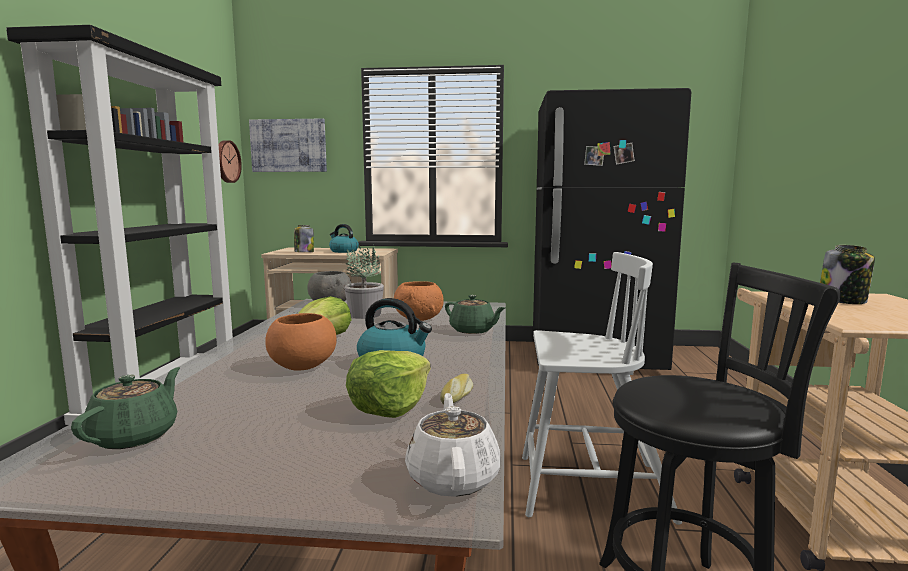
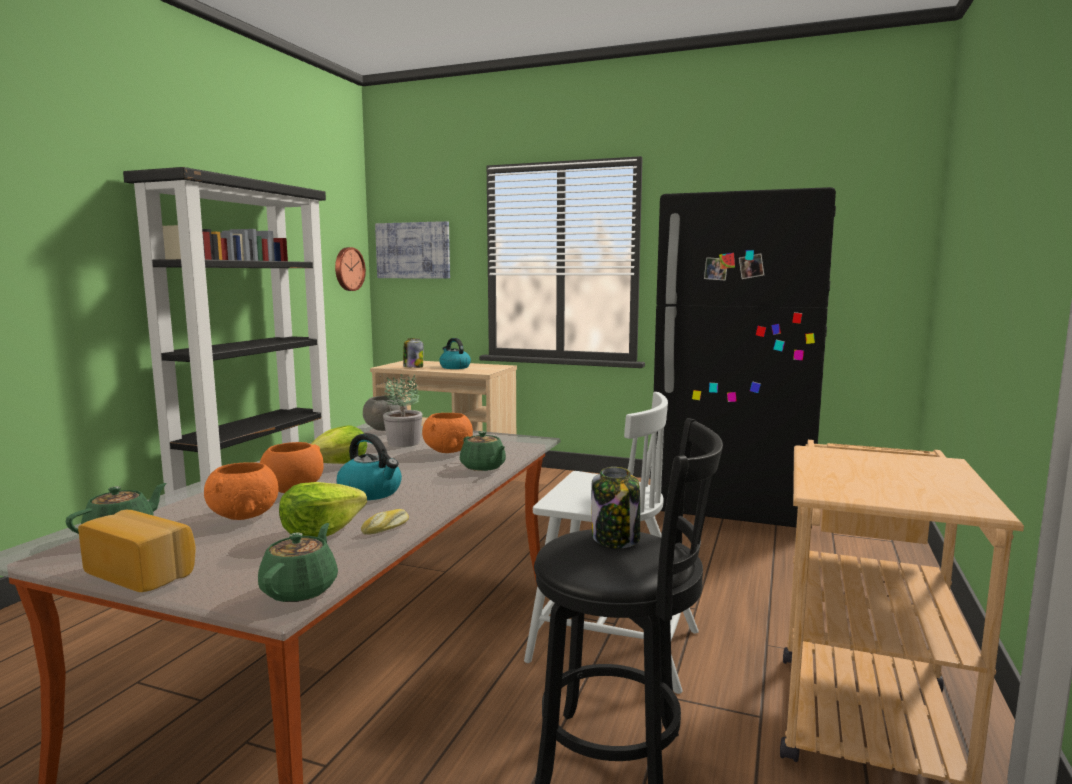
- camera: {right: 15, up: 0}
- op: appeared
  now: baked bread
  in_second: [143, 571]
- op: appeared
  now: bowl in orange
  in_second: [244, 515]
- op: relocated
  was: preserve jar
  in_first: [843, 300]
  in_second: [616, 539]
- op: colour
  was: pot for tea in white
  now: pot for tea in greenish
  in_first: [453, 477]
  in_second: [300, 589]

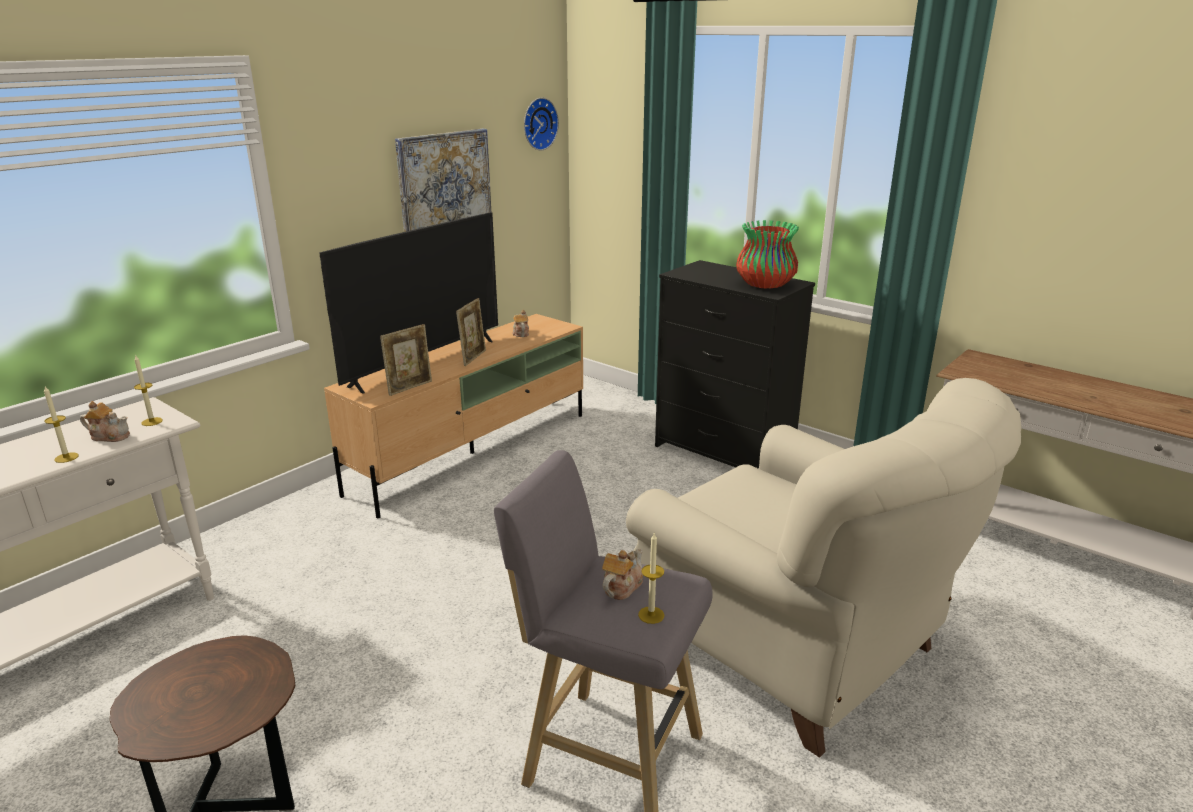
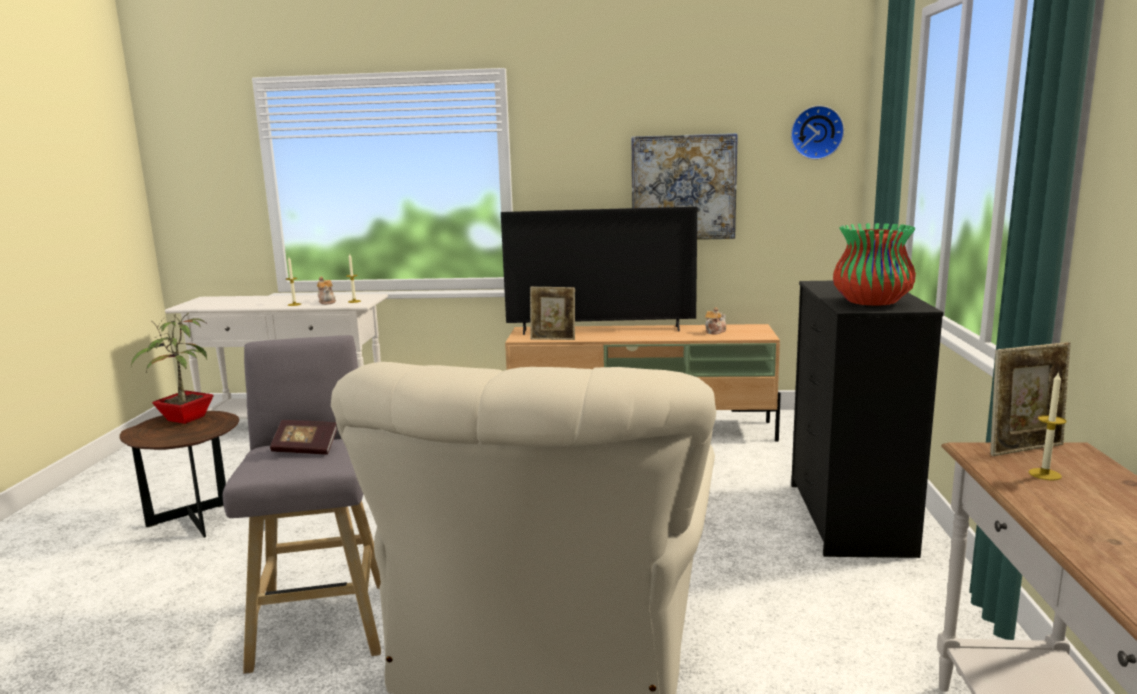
- camera: {right: 55, up: -10}
- op: appeared
  now: potted plant
  in_second: [184, 419]
- op: relocated
  was: picture frame
  in_first: [473, 357]
  in_second: [1024, 449]
- op: relocated
  was: wax candle
  in_first: [651, 615]
  in_second: [1044, 474]
- op: exchanged
  was: pot for tea
  now: volume
  in_first: [621, 587]
  in_second: [305, 449]

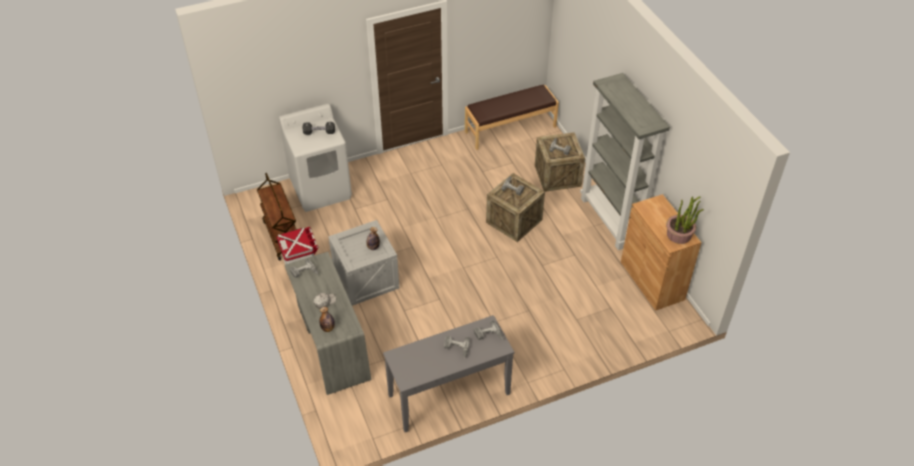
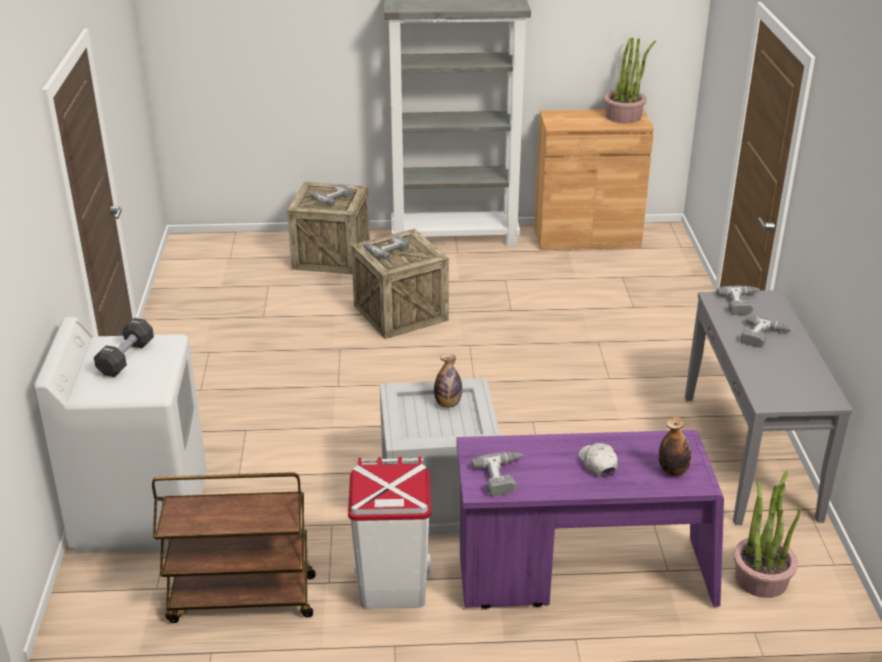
- camera: {right: -70, up: -15}
- op: missing
  was: bench in brown
  in_first: [510, 129]
- op: appeared
  now: potted plant
  in_second: [761, 578]
- op: colour
  was: desk in grey
  now: desk in purplish
  in_first: [331, 342]
  in_second: [583, 577]

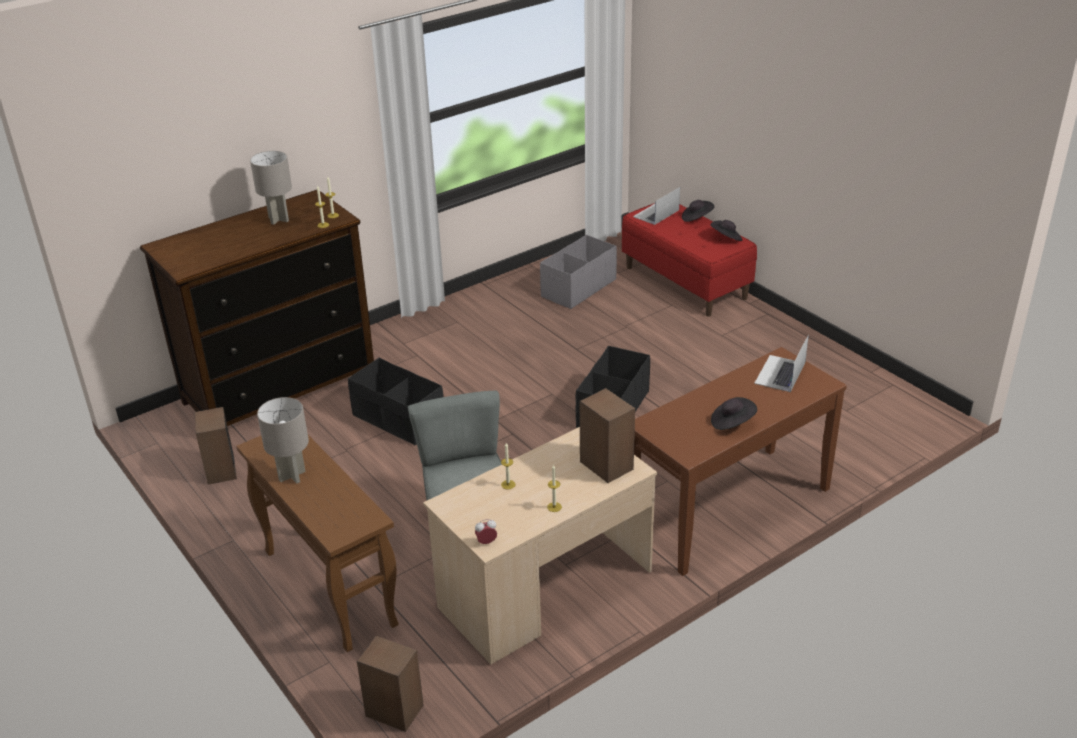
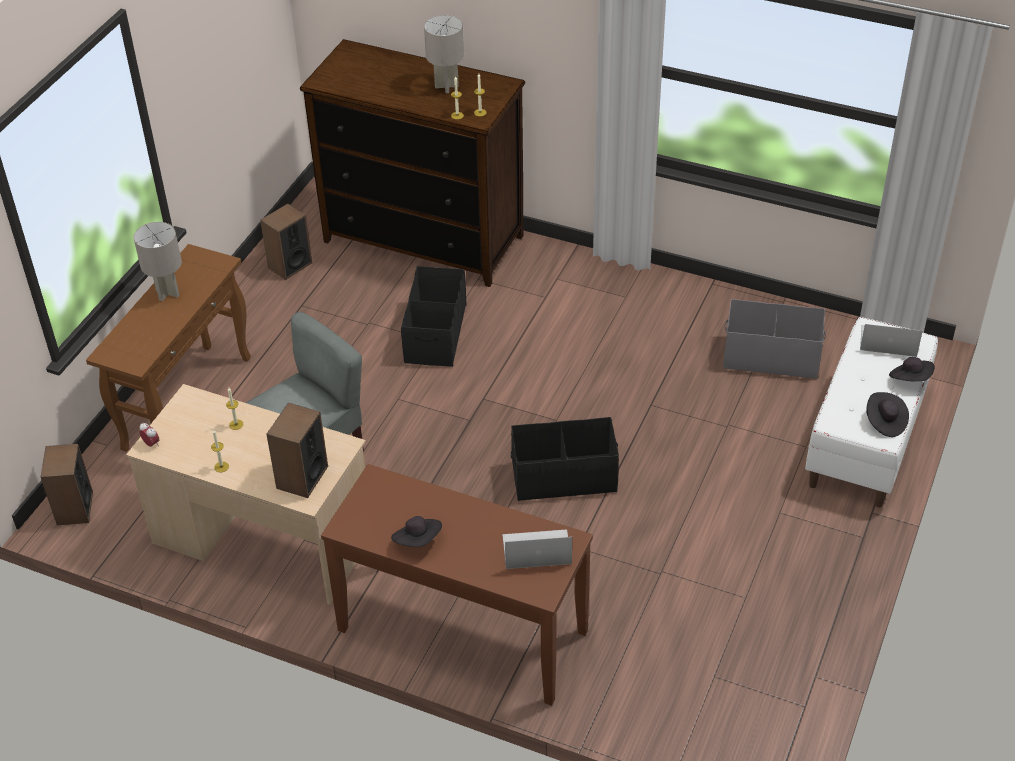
- camera: {right: 60, up: 10}
- op: colour
  was: bench in red
  now: bench in white
  in_first: [686, 282]
  in_second: [866, 440]

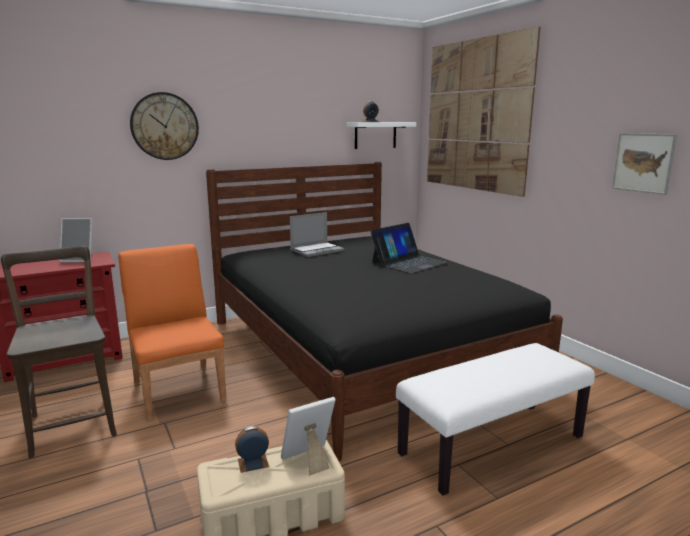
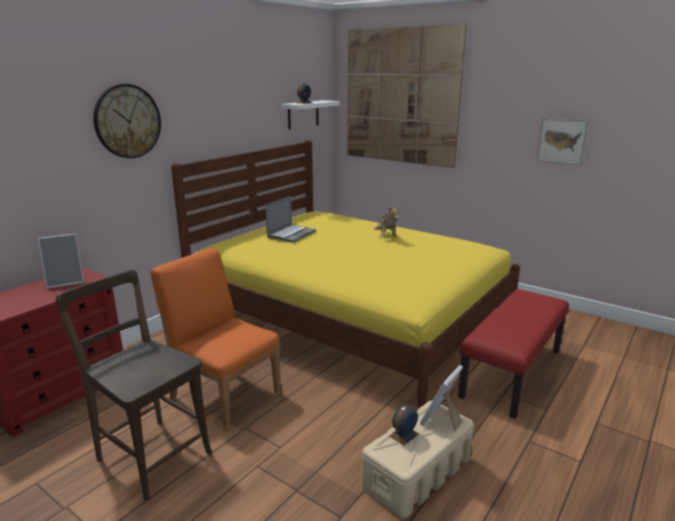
- camera: {right: -25, up: 5}
- op: exchanged
  was: laptop
  now: cuddly toy
  in_first: [408, 263]
  in_second: [386, 236]
- op: colour
  was: bed in black-coloured
  now: bed in yellow
  in_first: [363, 350]
  in_second: [351, 319]
- op: colour
  was: bench in white
  now: bench in red
  in_first: [491, 444]
  in_second: [511, 373]

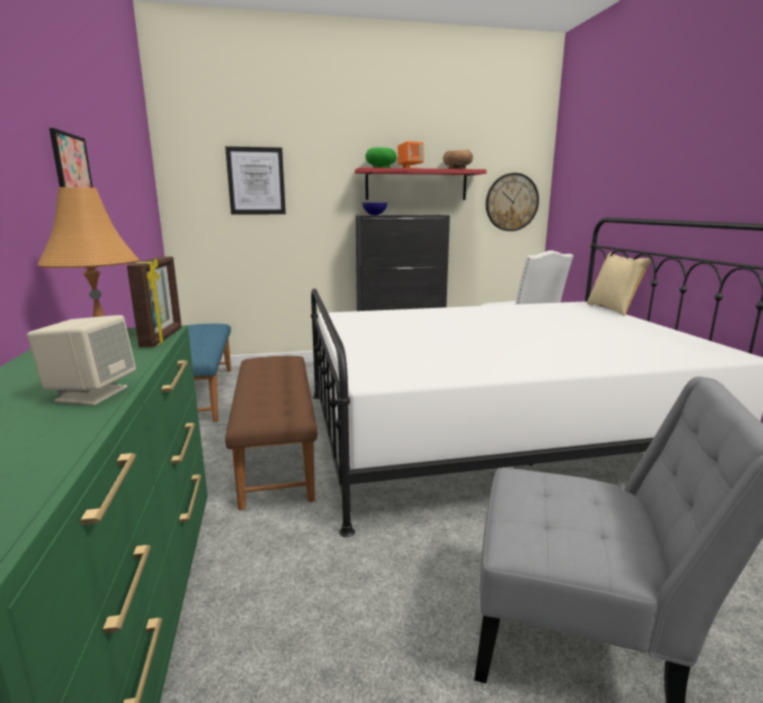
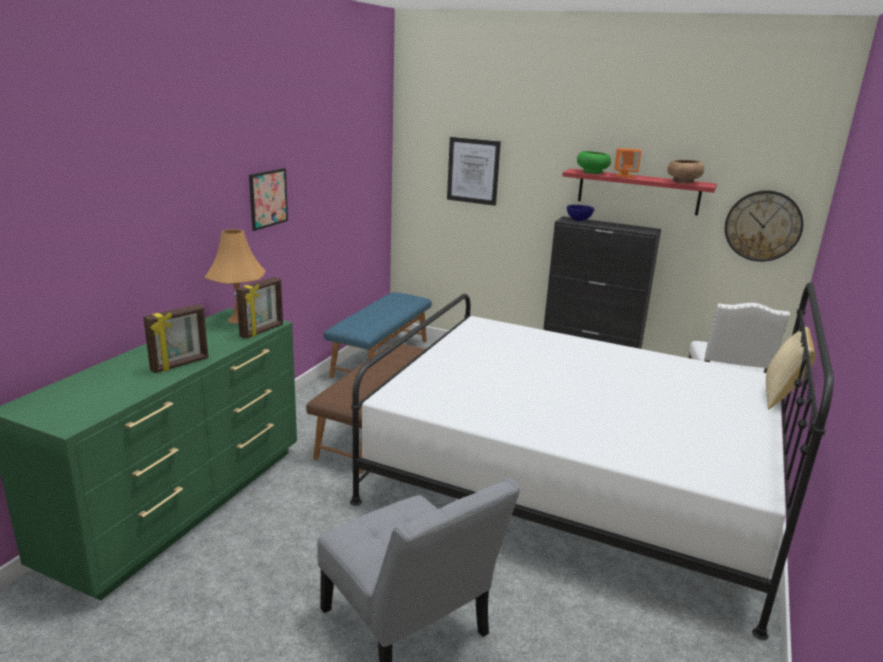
- camera: {right: 35, up: 5}
- op: exchanged
  was: loudspeaker in sand-coloured
  now: picture frame
  in_first: [91, 394]
  in_second: [180, 365]

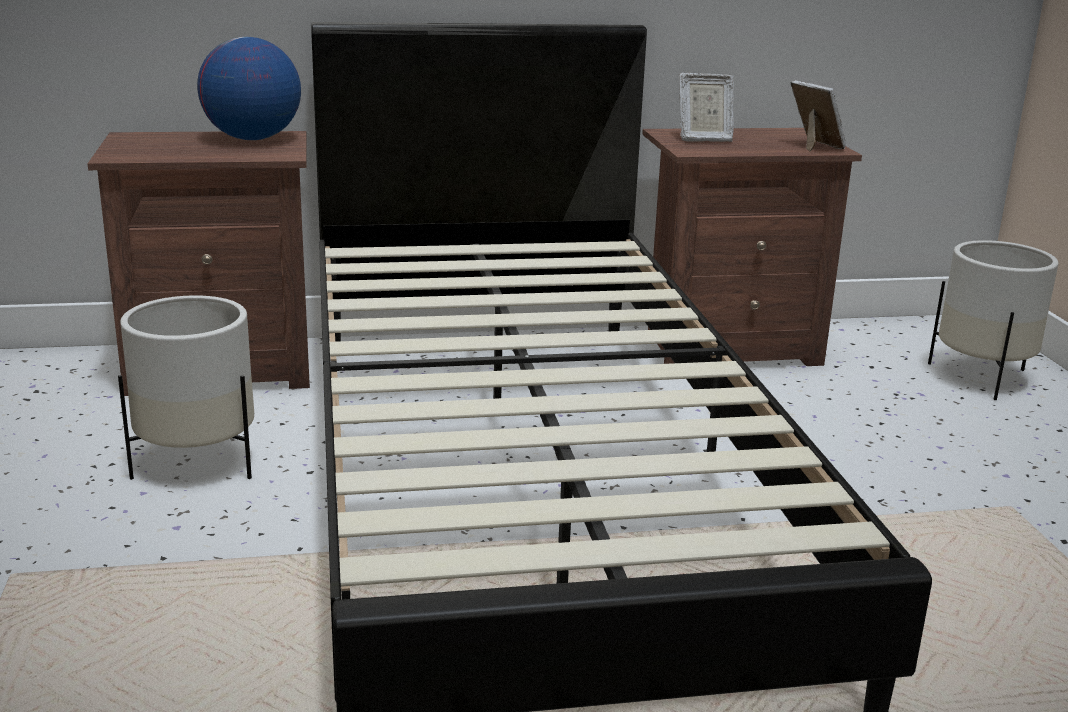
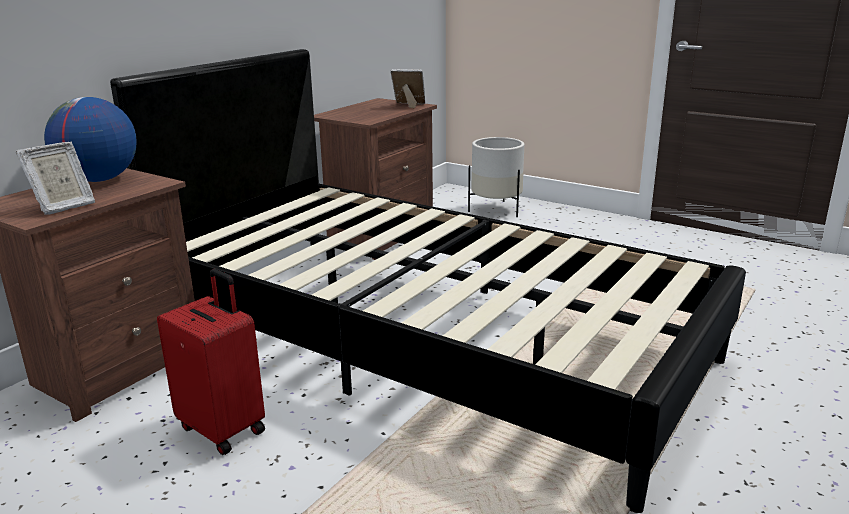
- camera: {right: -45, up: 0}
- op: relocated
  was: picture frame
  in_first: [703, 139]
  in_second: [63, 207]
- op: exchanged
  was: planter in white
  now: travel case in red
  in_first: [197, 462]
  in_second: [224, 428]

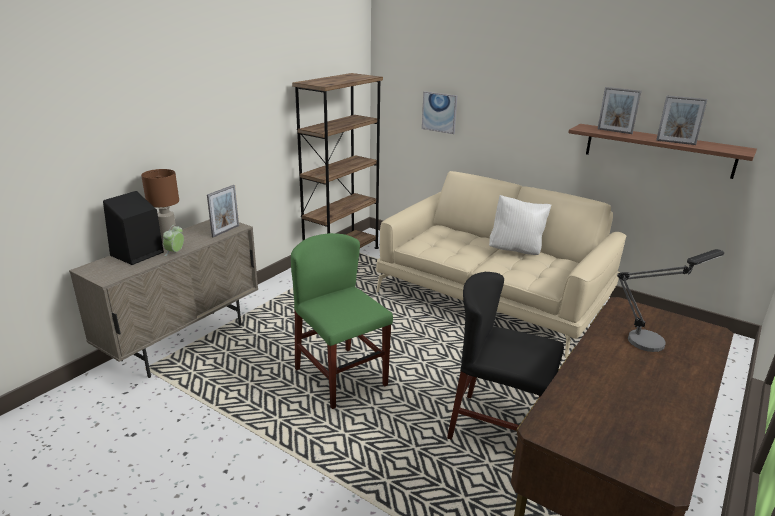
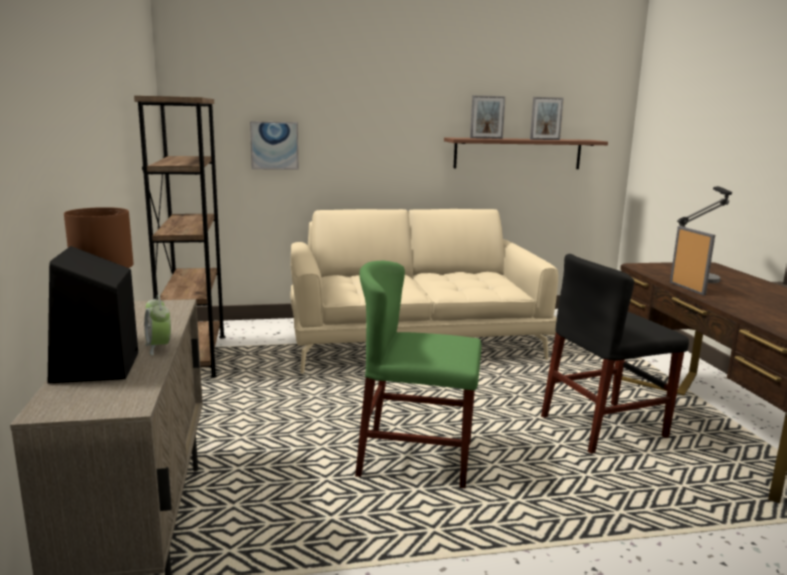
- camera: {right: -45, up: -10}
- op: missing
  was: throw pillow in white
  in_first: [516, 250]
- op: relocated
  was: picture frame
  in_first: [225, 231]
  in_second: [687, 288]

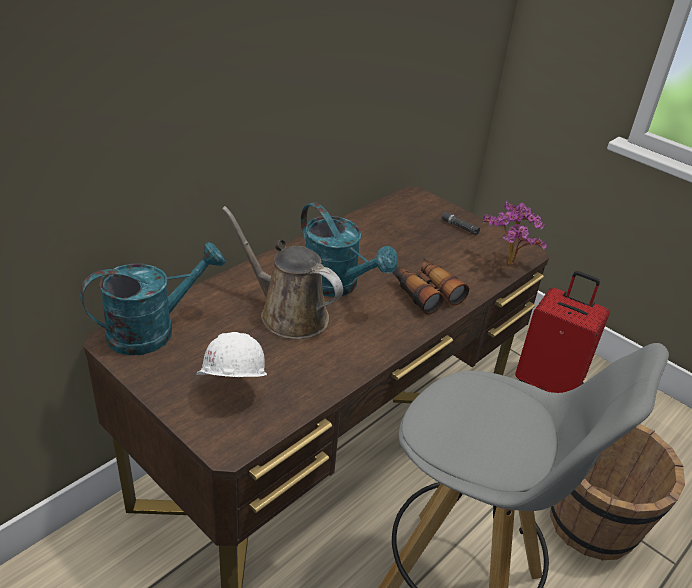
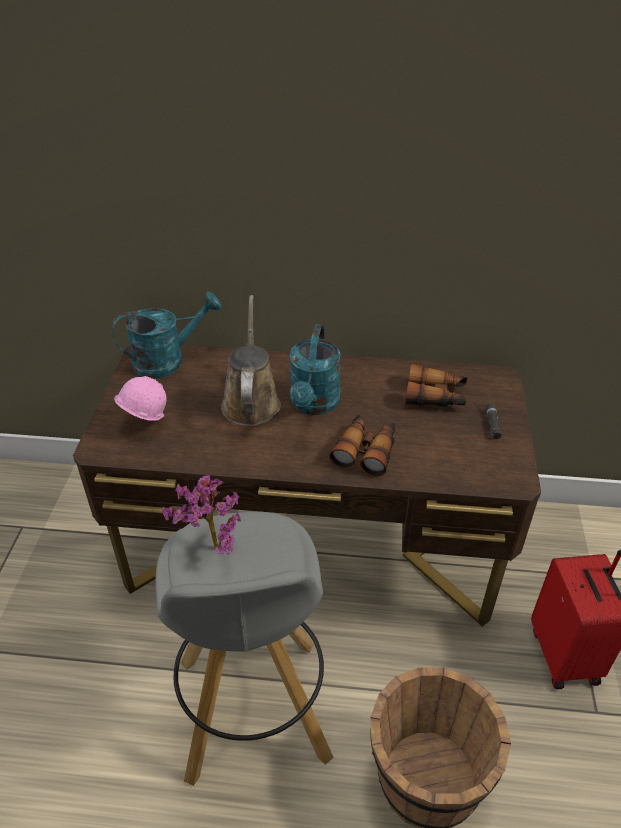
- camera: {right: 55, up: 5}
- op: appeared
  now: pair of binoculars
  in_second: [435, 396]
- op: relocated
  was: potted plant
  in_first: [506, 265]
  in_second: [210, 546]
- op: colour
  was: work helmet in white
  now: work helmet in pink-coloured
  in_first: [231, 393]
  in_second: [144, 423]
- op: spun
  was: watering can in blue-green
  in_first: [153, 330]
  in_second: [168, 360]
  clockwise: -45

